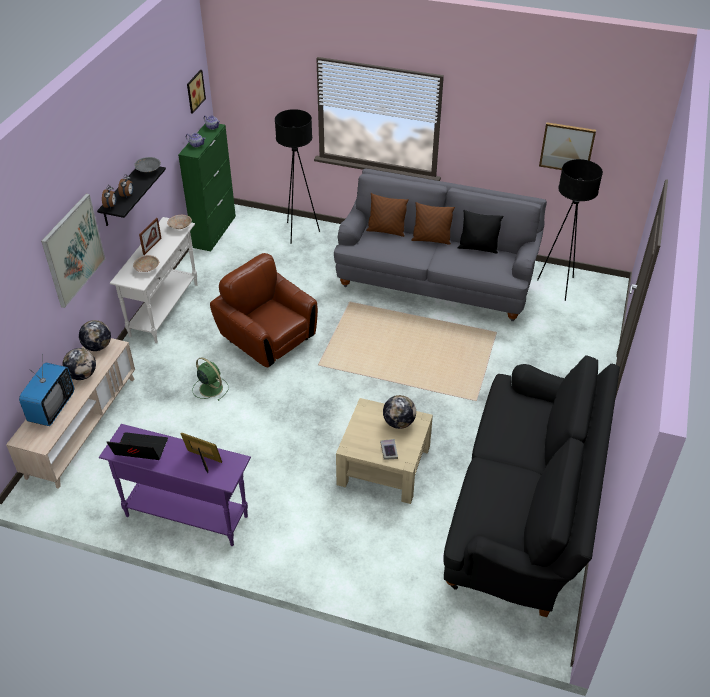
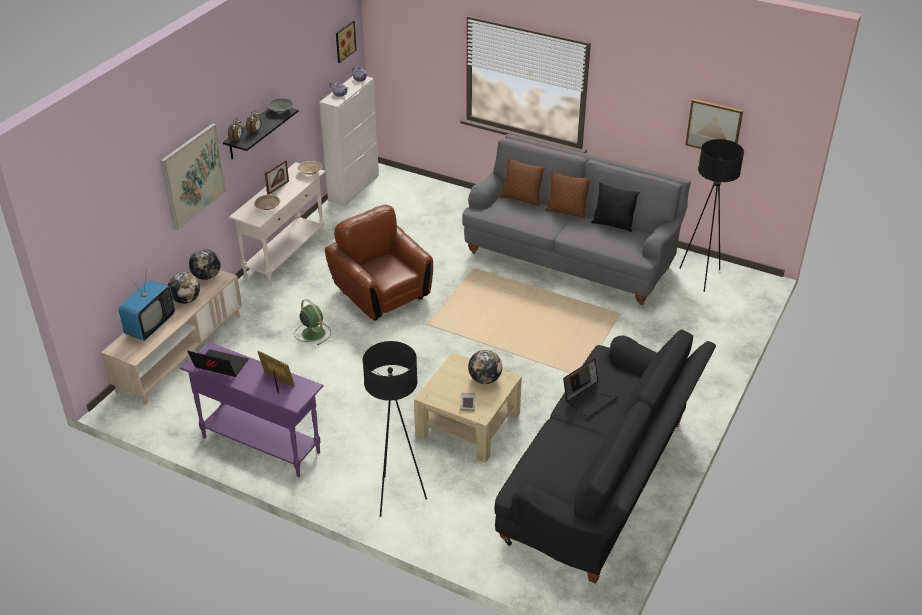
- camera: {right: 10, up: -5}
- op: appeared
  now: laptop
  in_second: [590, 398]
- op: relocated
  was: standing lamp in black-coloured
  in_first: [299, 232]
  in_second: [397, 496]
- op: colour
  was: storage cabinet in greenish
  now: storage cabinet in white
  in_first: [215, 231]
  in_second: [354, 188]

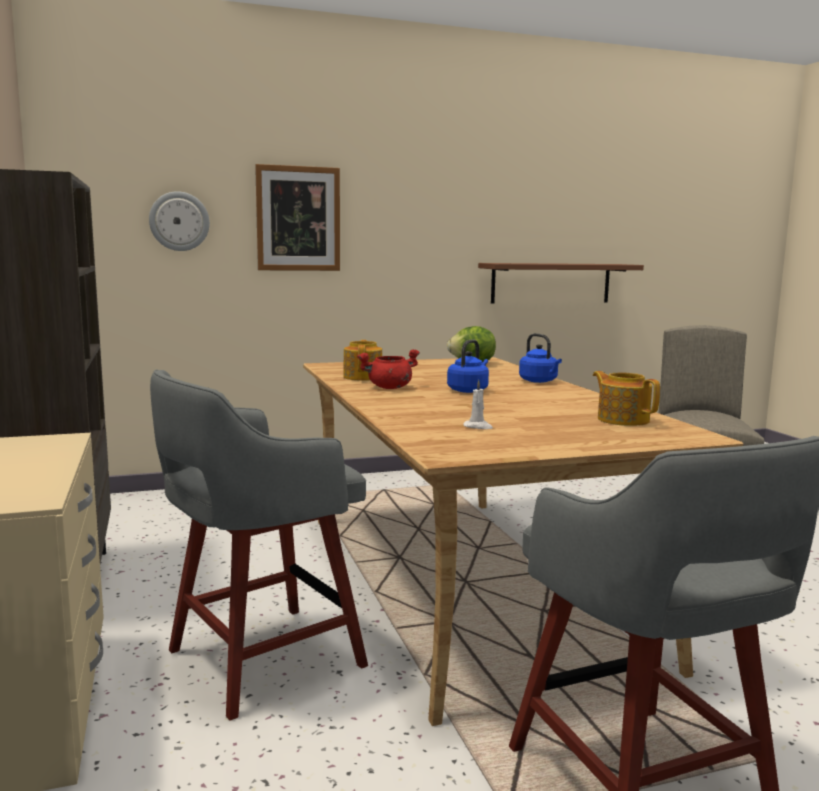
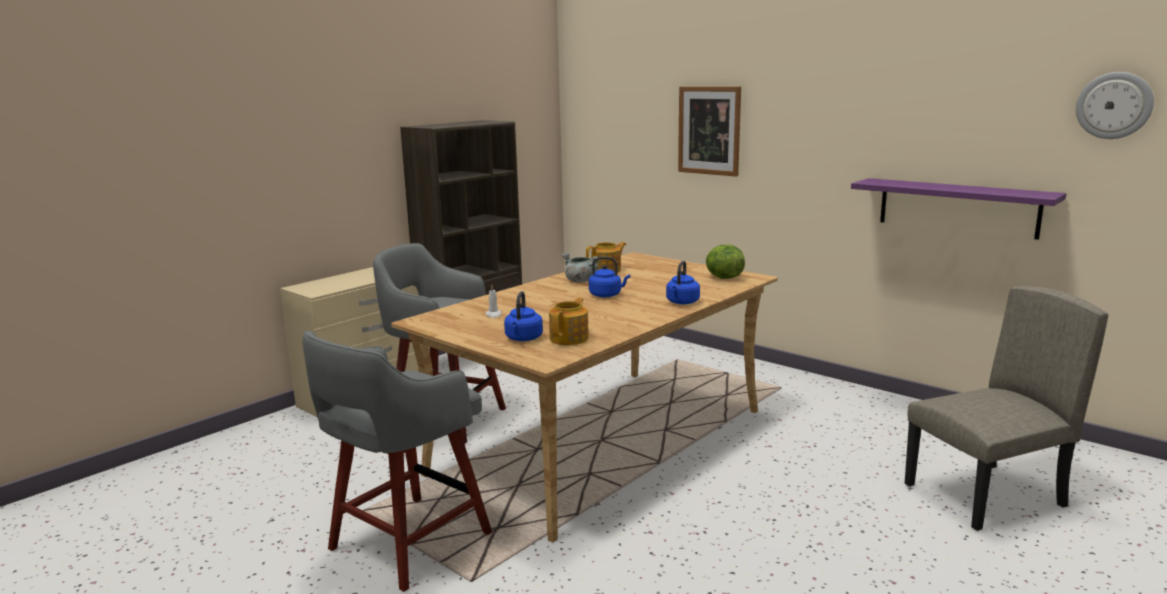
- camera: {right: 60, up: 5}
- op: appeared
  now: kettle in bluish
  in_second: [523, 339]
- op: relocated
  was: clock on the wall
  in_first: [179, 221]
  in_second: [1114, 105]
- op: colour
  was: saucepot in red
  now: saucepot in grey
  in_first: [389, 388]
  in_second: [580, 281]
- op: colour
  was: shelf in brown
  now: shelf in purplish
  in_first: [551, 283]
  in_second: [957, 207]

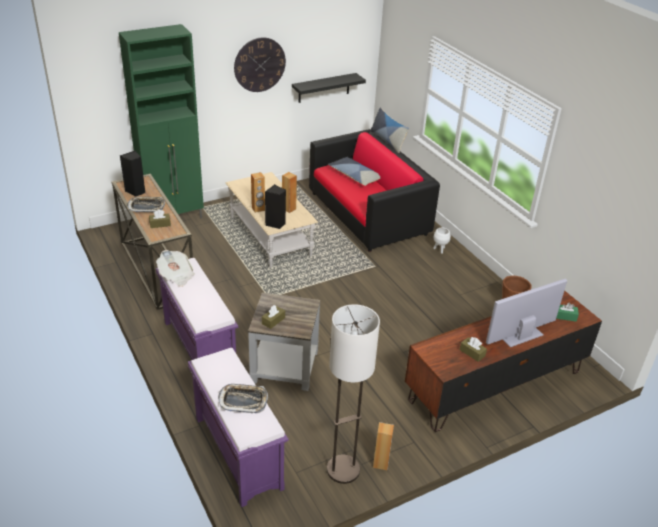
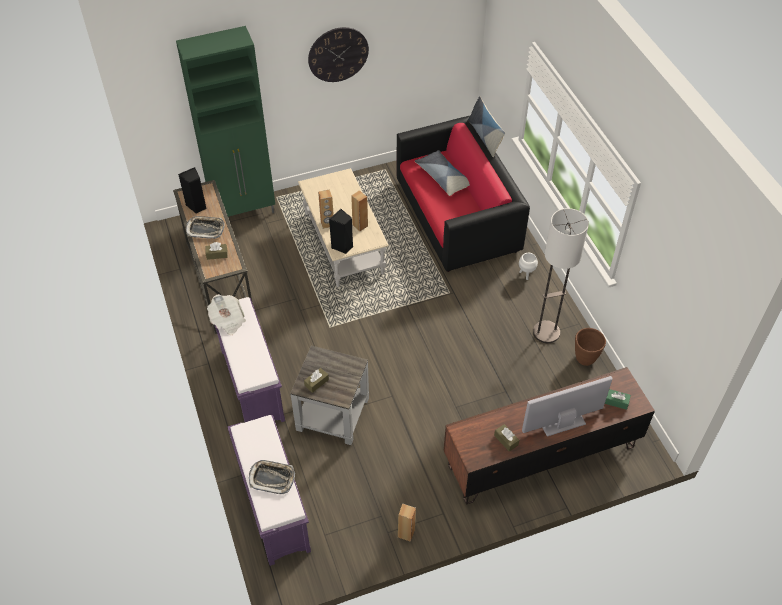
- camera: {right: 10, up: 15}
- op: missing
  was: shelf in black-coloured
  in_first: [324, 88]
- op: relocated
  was: standing lamp
  in_first: [343, 470]
  in_second: [546, 332]

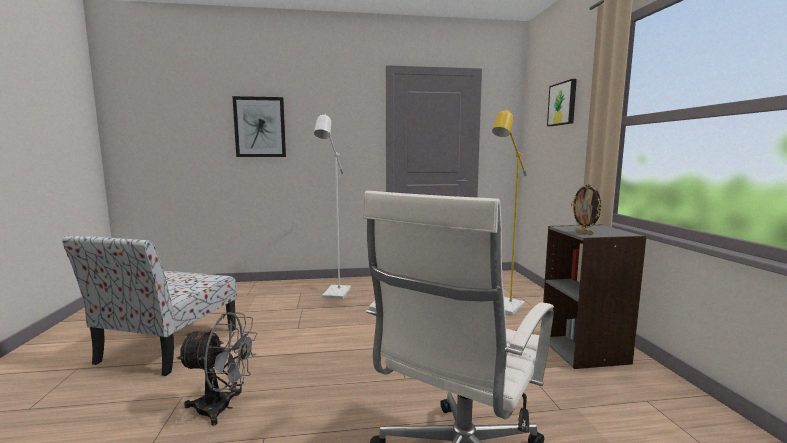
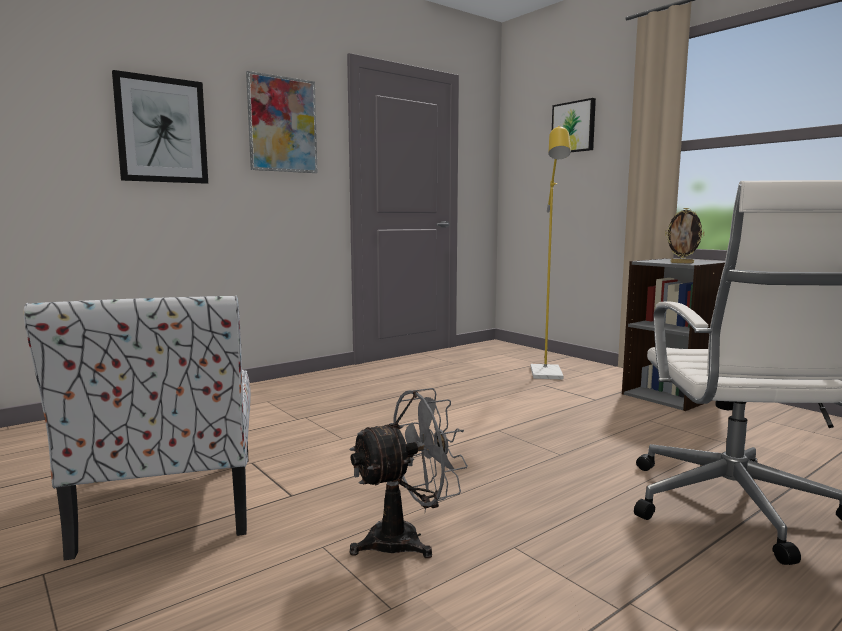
- camera: {right: -30, up: 0}
- op: missing
  was: standing lamp in white
  in_first: [335, 295]
- op: appeared
  now: wall art
  in_second: [282, 125]

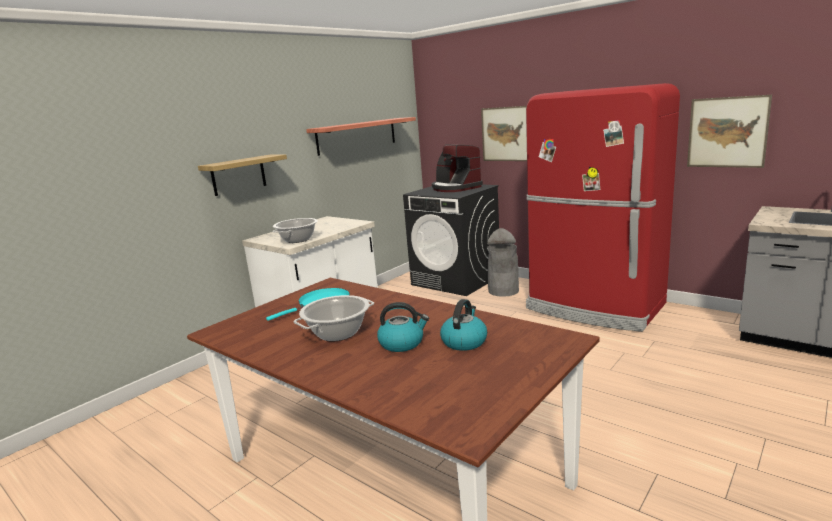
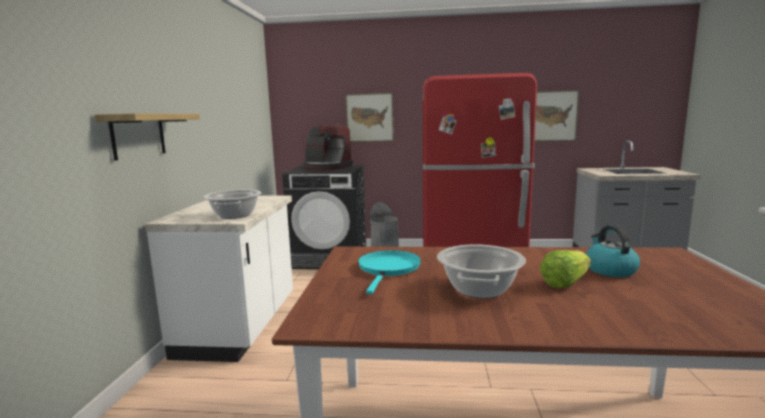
- camera: {right: -35, up: -5}
- op: missing
  was: shelf
  in_first: [357, 135]
- op: exchanged
  was: kettle
  now: head of lettuce
  in_first: [402, 343]
  in_second: [565, 283]

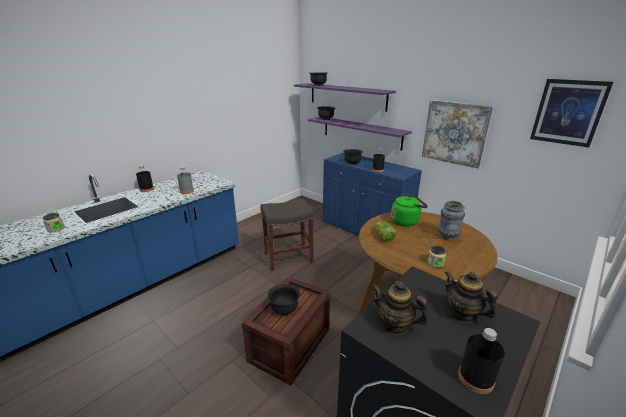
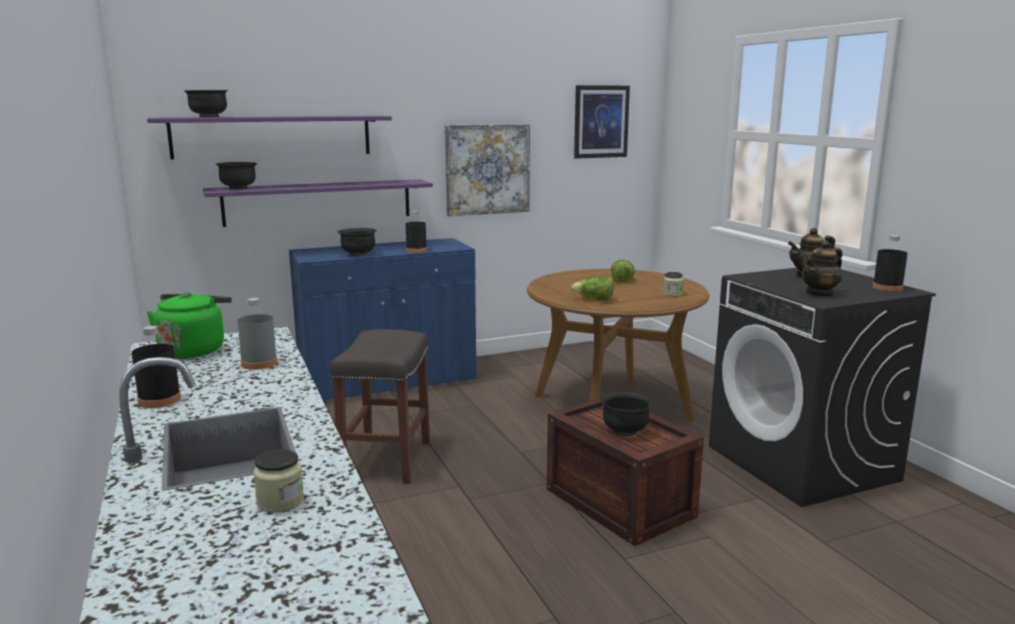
- camera: {right: -65, up: -10}
- op: relocated
  was: kettle in greenish
  in_first: [406, 221]
  in_second: [194, 350]
- op: exchanged
  was: flower vase
  now: head of lettuce
  in_first: [447, 236]
  in_second: [621, 279]

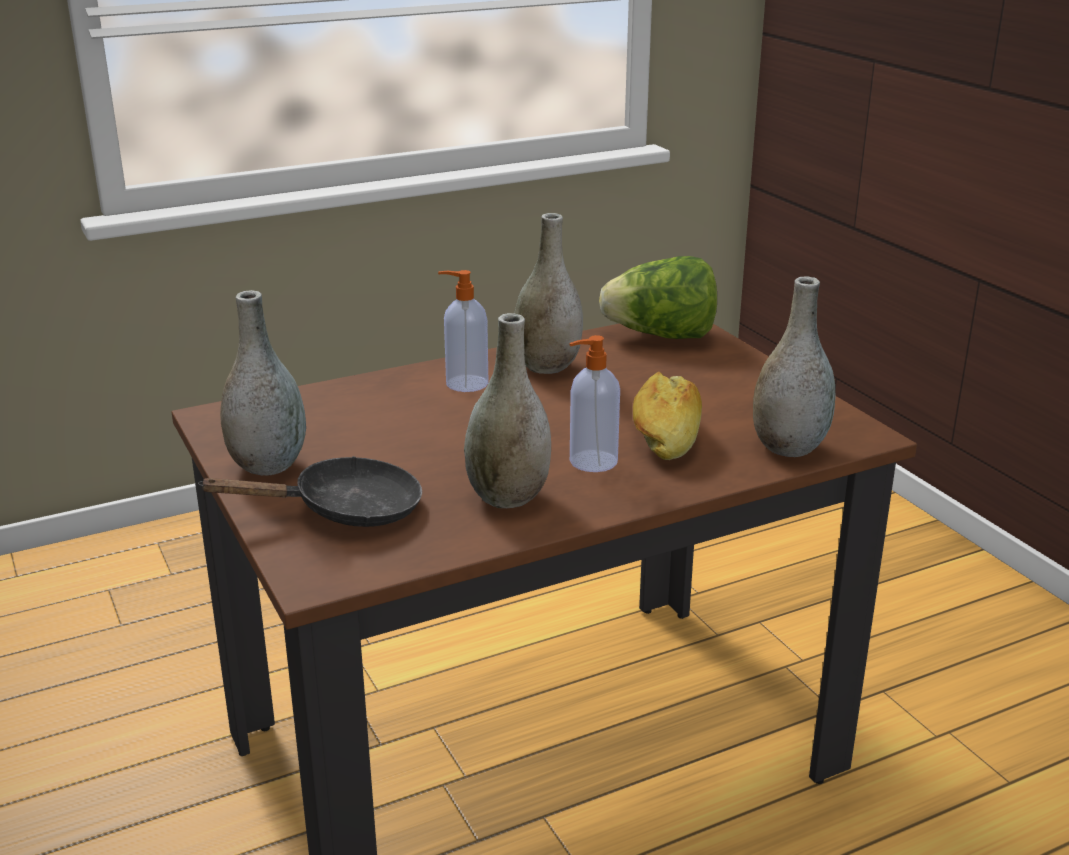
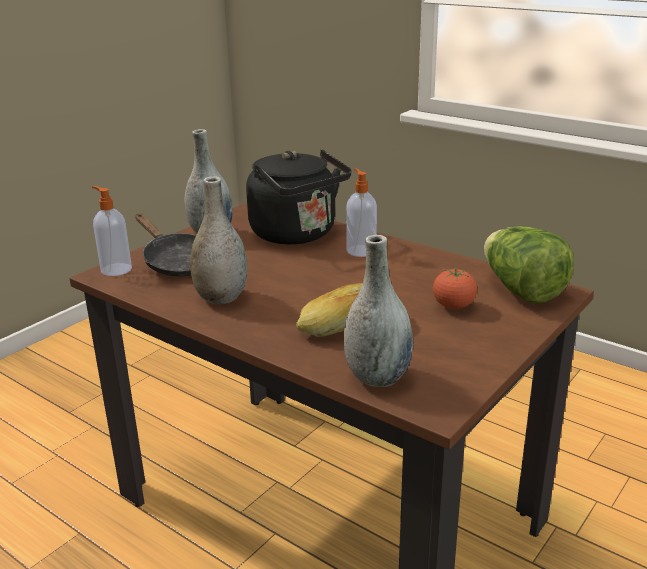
- camera: {right: 65, up: 0}
- op: missing
  was: flower vase in grey
  in_first: [547, 366]
- op: appeared
  now: kettle in black-coloured
  in_second: [297, 235]
- op: appeared
  now: whole tomato
  in_second: [453, 306]
- op: relocated
  was: liquid soap bottle
  in_first: [591, 462]
  in_second: [115, 269]

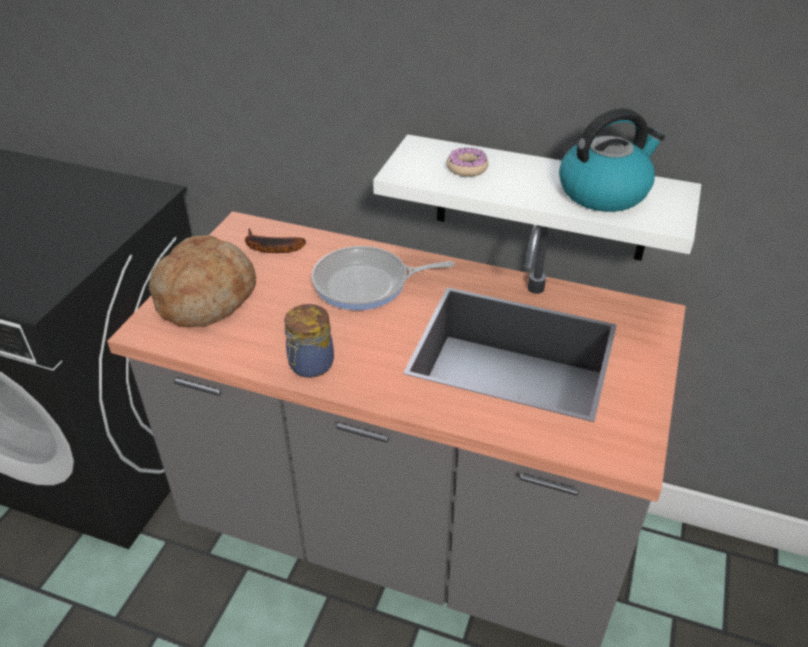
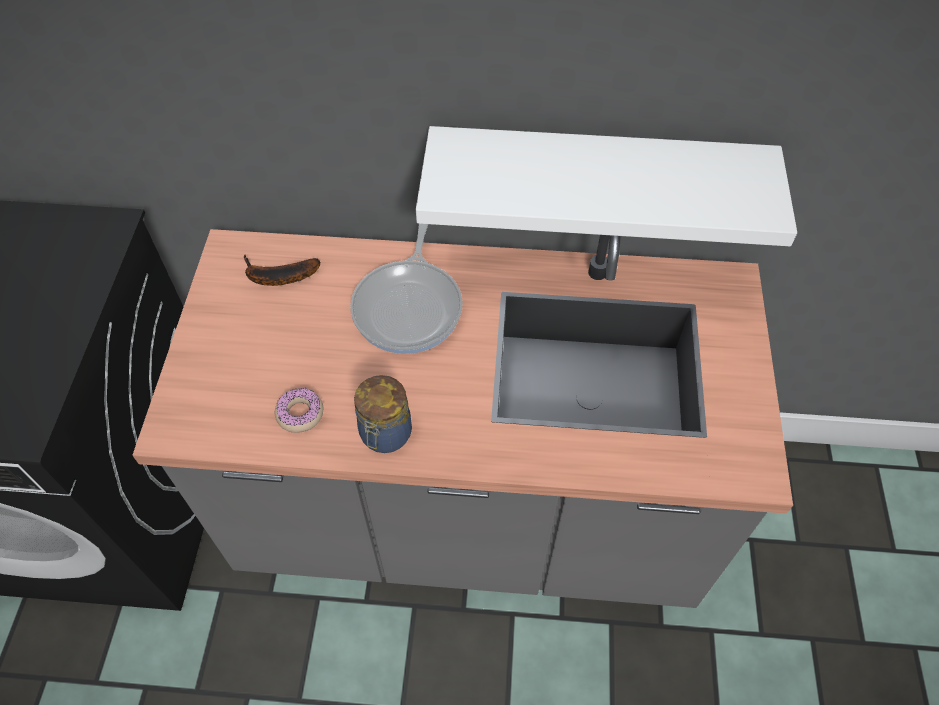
- camera: {right: -15, up: 15}
- op: missing
  was: baked bread
  in_first: [205, 296]
- op: missing
  was: kettle
  in_first: [604, 192]
- op: relocated
  was: doughnut
  in_first: [467, 168]
  in_second: [300, 414]
- op: spun
  was: frying pan
  in_first: [366, 284]
  in_second: [409, 306]
  clockwise: -60

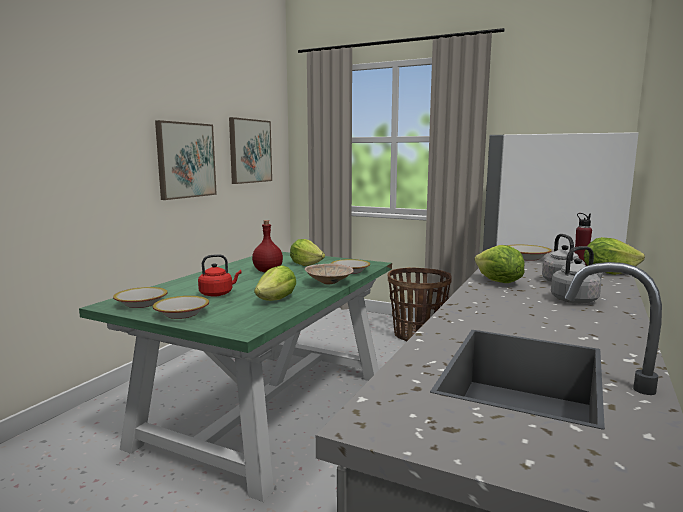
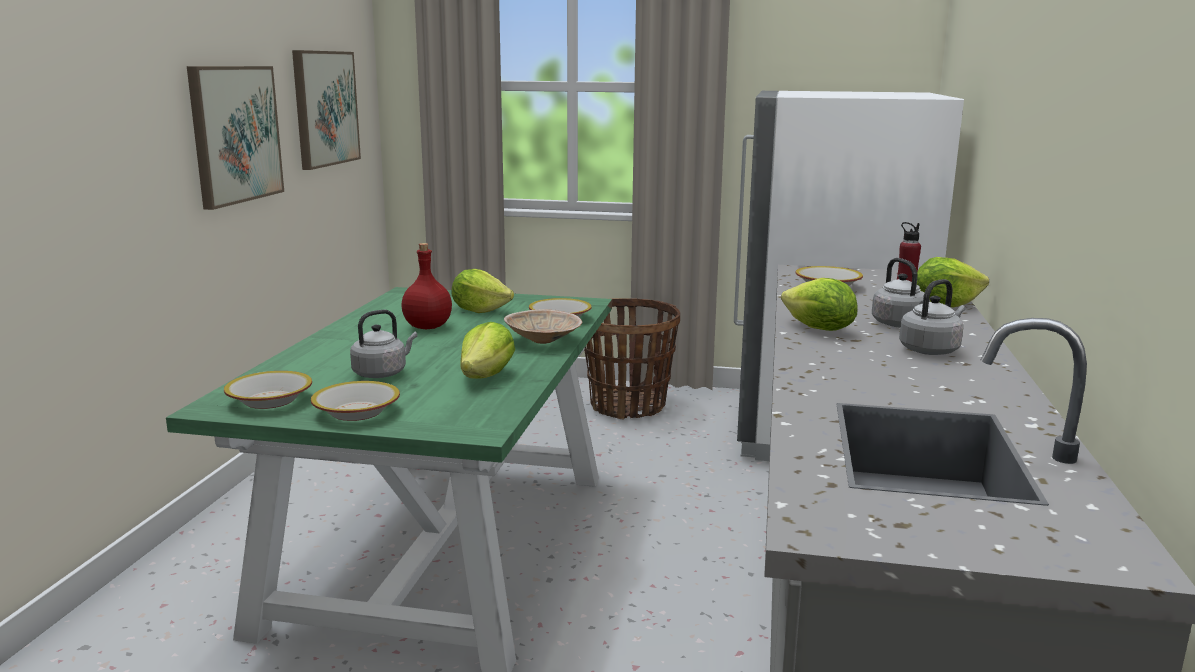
- camera: {right: -15, up: 5}
- op: colour
  was: kettle in red
  now: kettle in grey
  in_first: [218, 294]
  in_second: [382, 373]

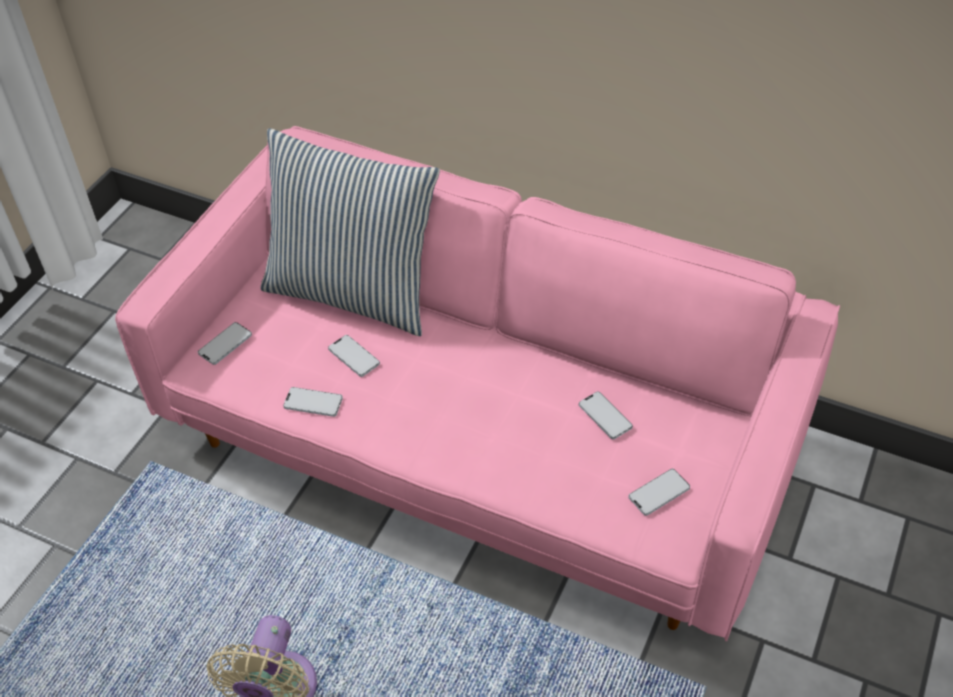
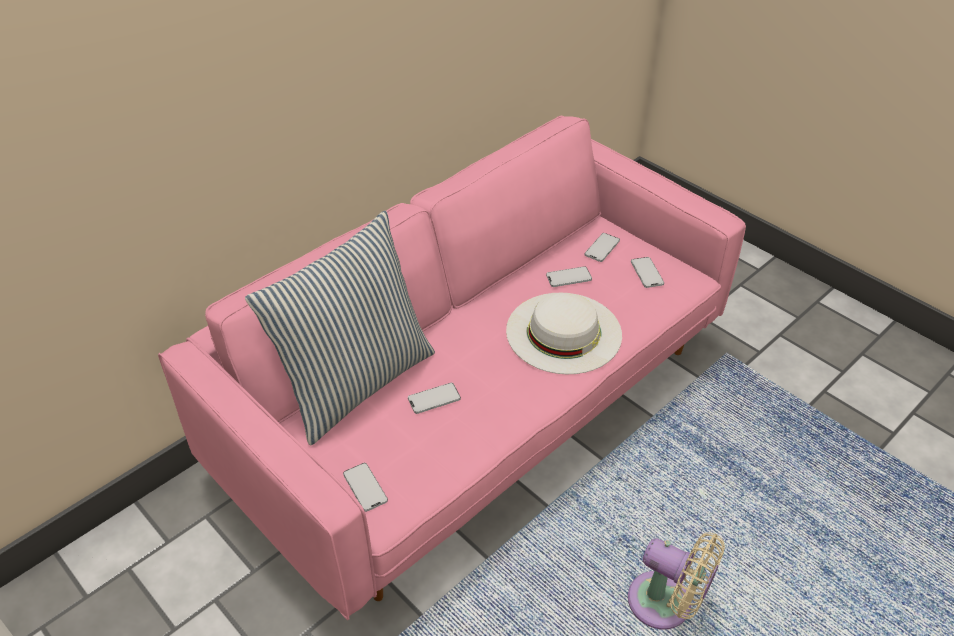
- camera: {right: -70, up: -5}
- op: appeared
  now: wearable hat in white
  in_second: [564, 332]
- op: relocated
  was: handset
  in_first: [313, 402]
  in_second: [602, 248]

